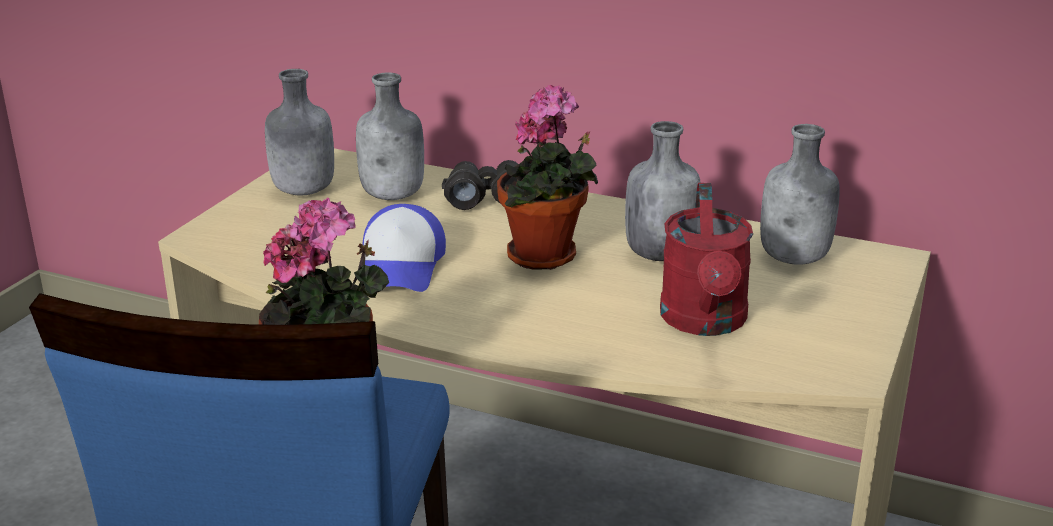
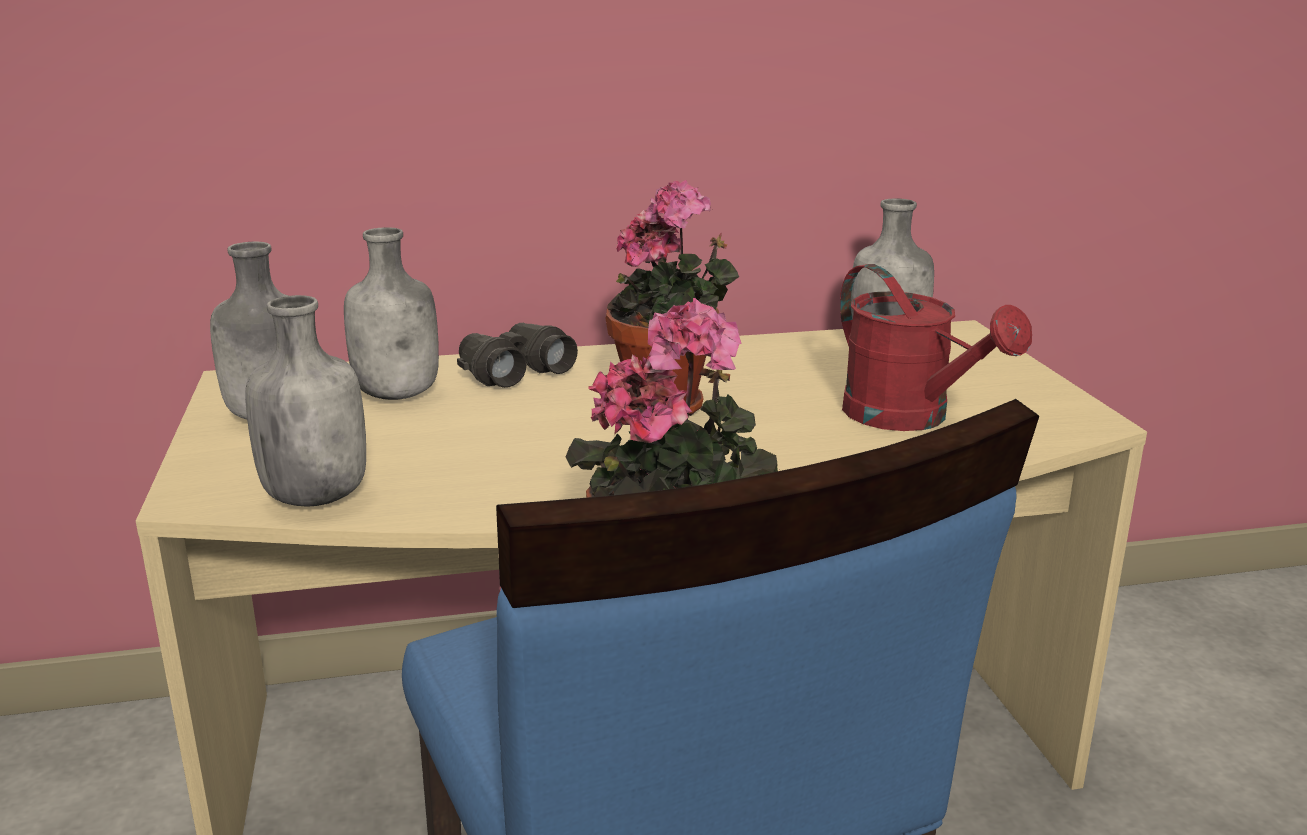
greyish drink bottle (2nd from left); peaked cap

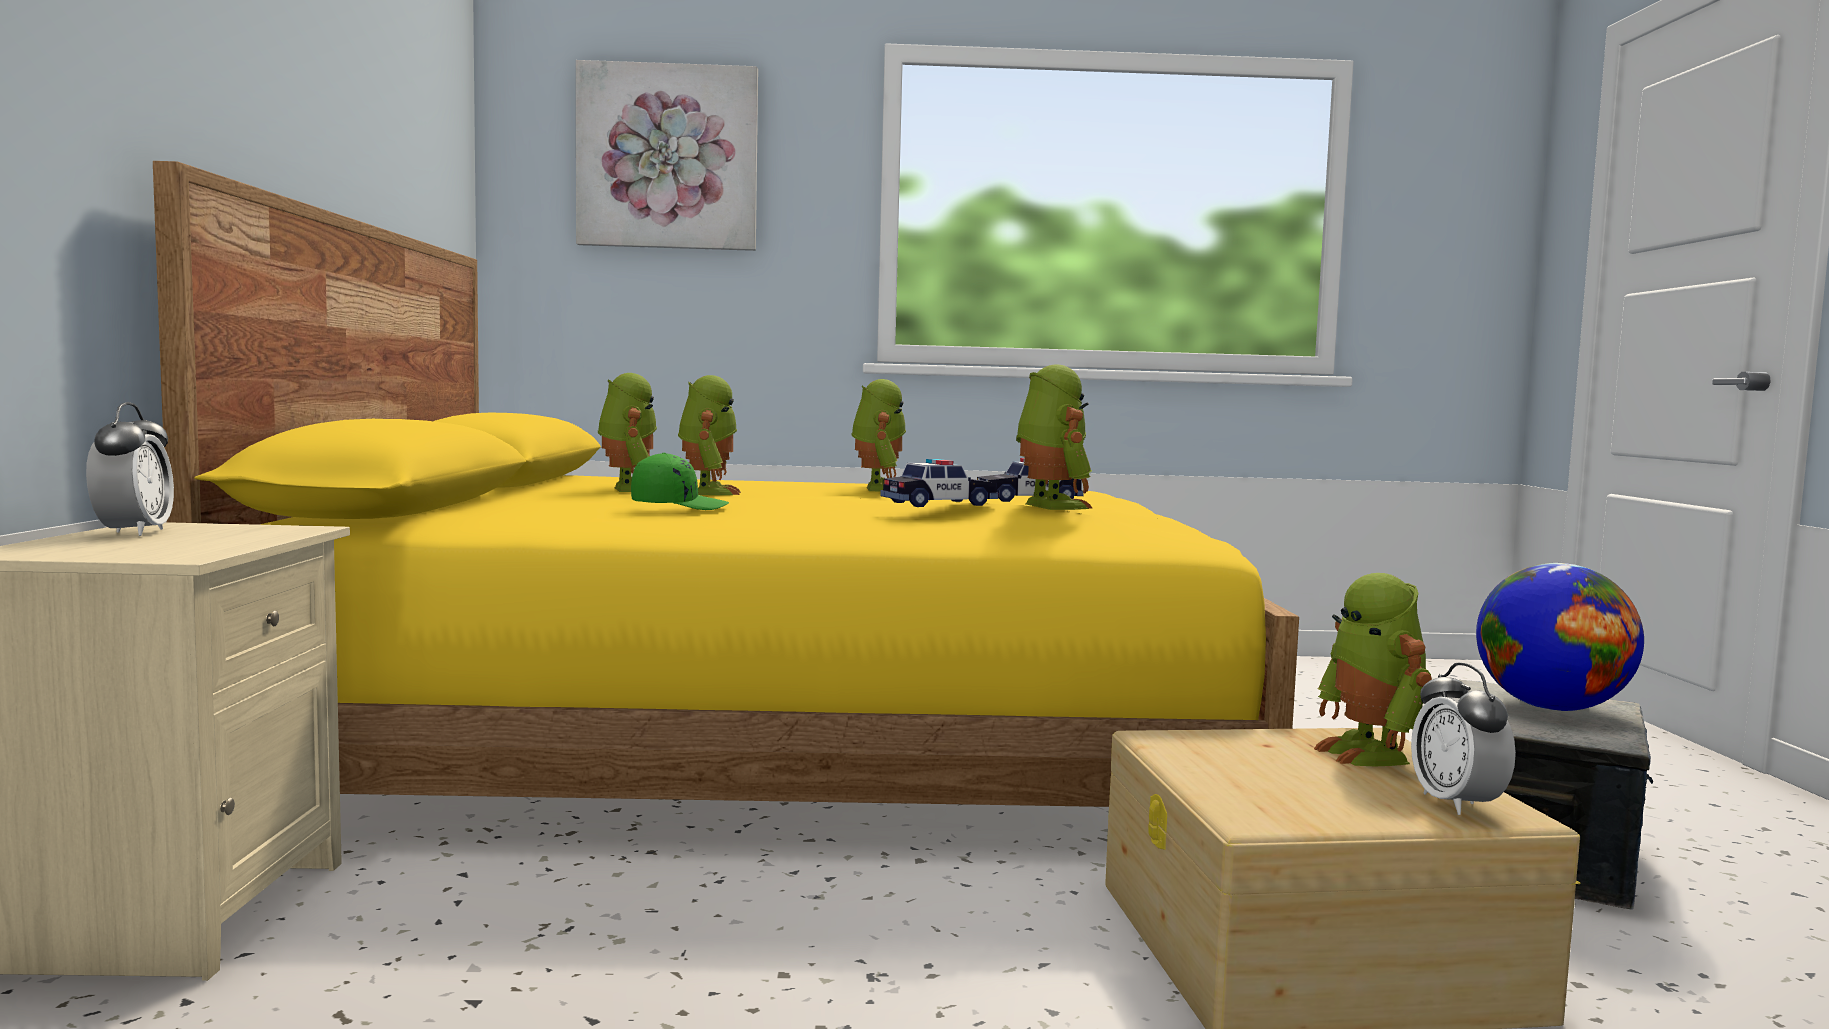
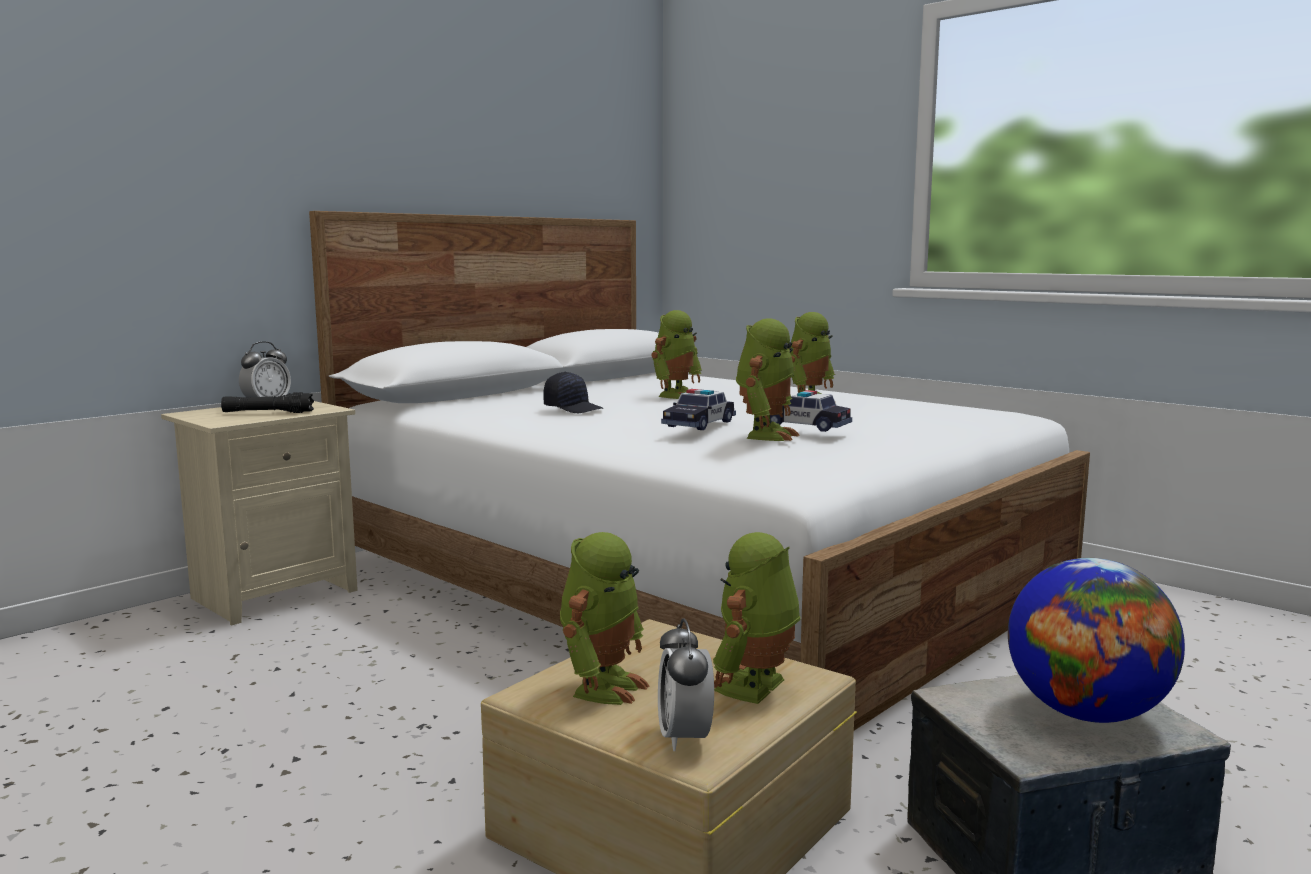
blackish flashlight; white bed; blackish peaked cap; model robot (1st from left); bedside clock (2nd from left); toy car (1st from left); wall picture

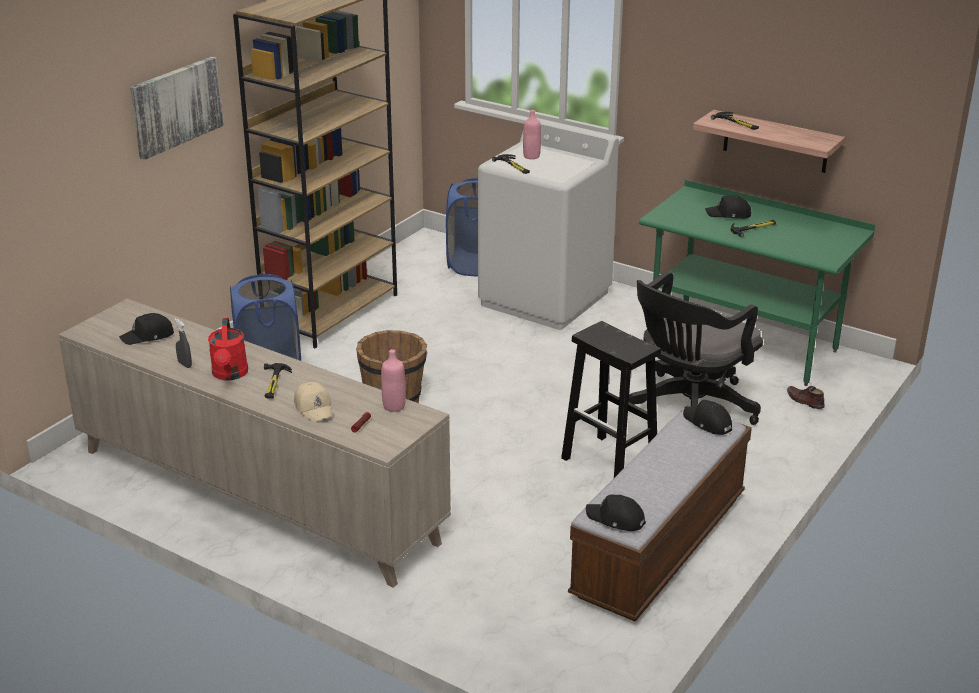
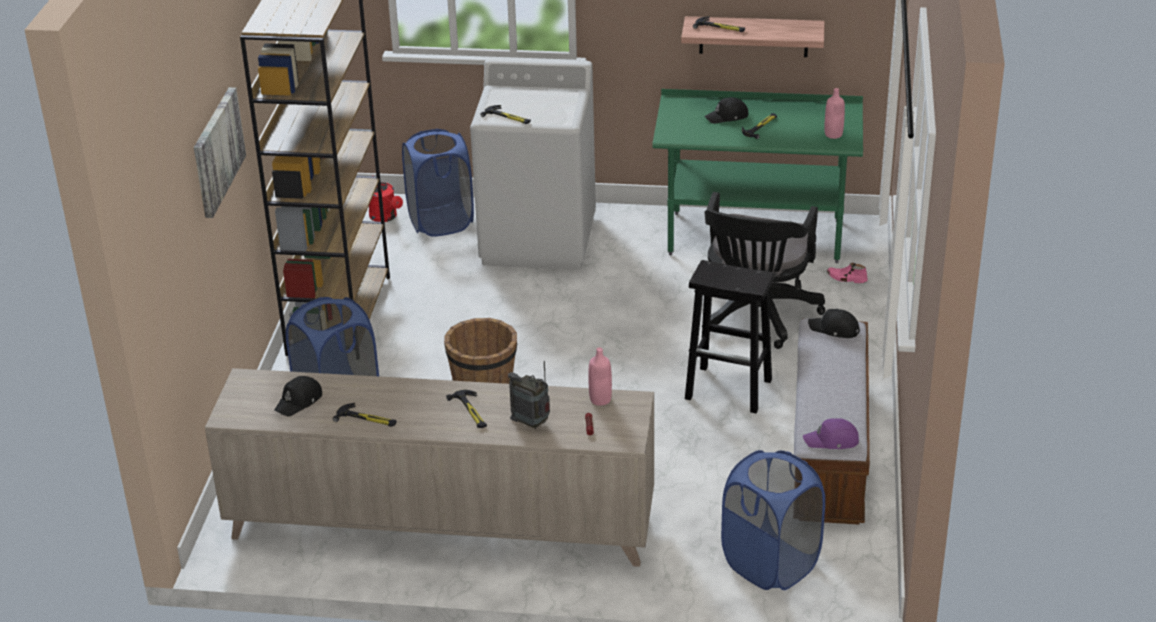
hammer (1st from left); reddish watering pot; radio; blue-coloured laundry basket (3rd from left); purplish peaked cap; pinkish drink bottle (2nd from left); pinkish shoe

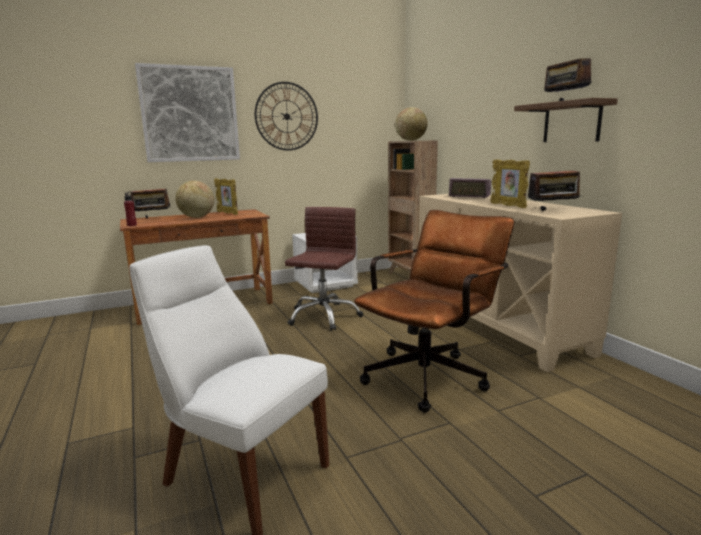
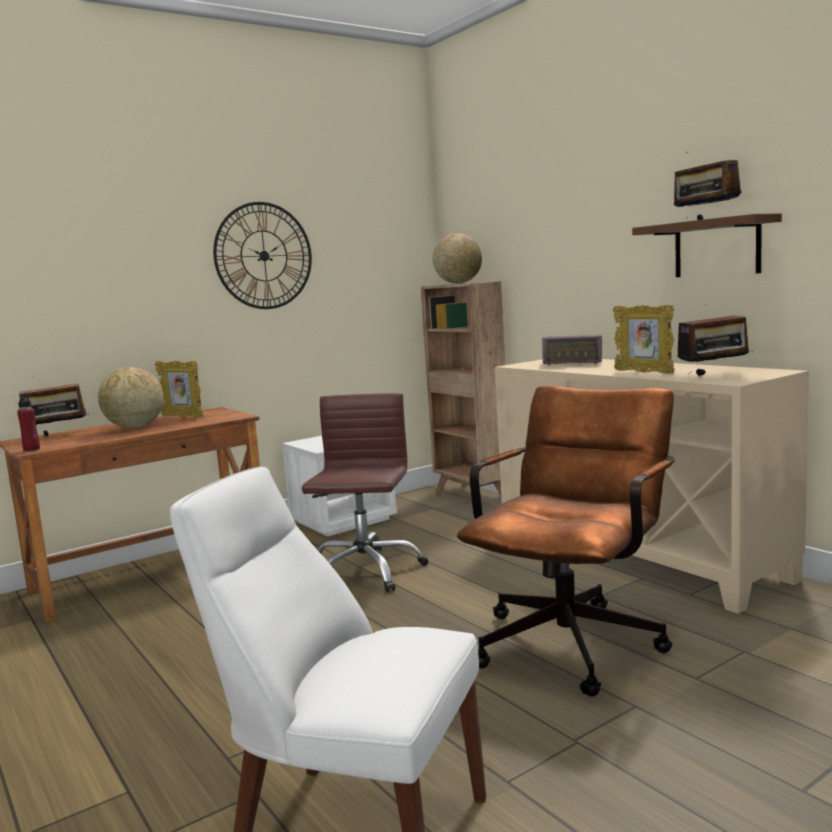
wall picture

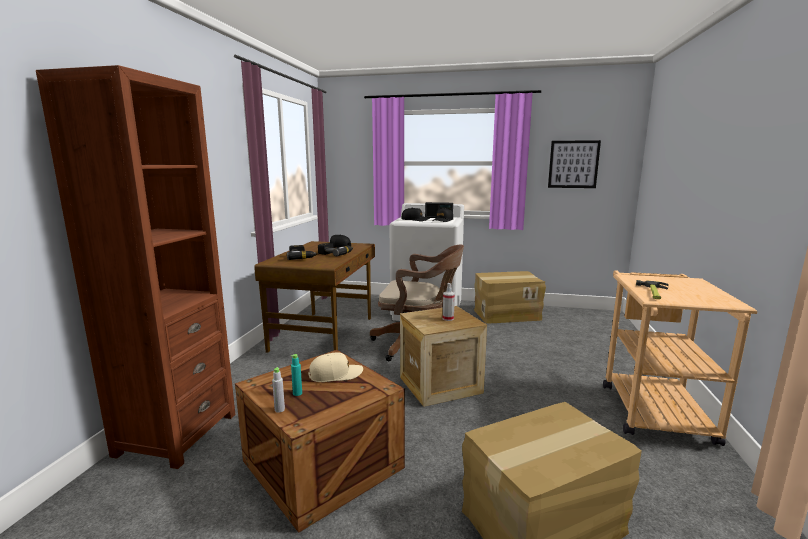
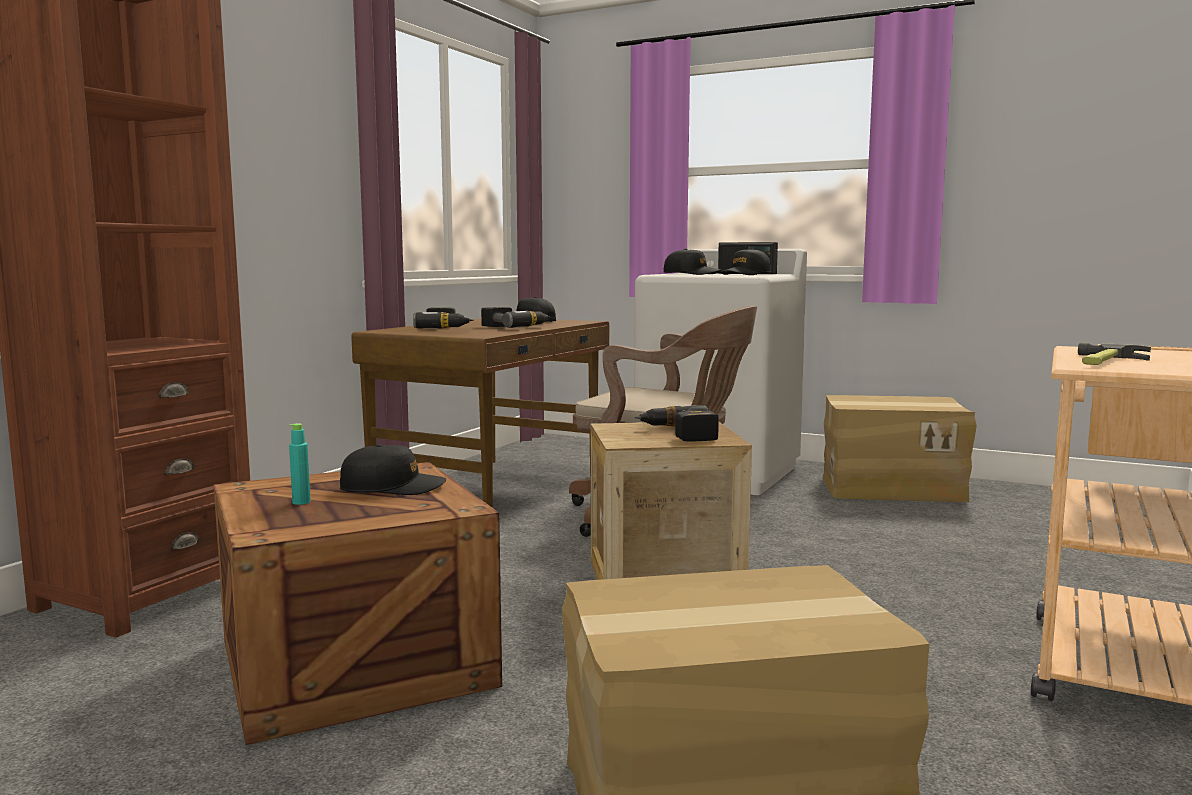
blackish peaked cap (1st from left); electric drill (3rd from left); greyish drink bottle; wall picture

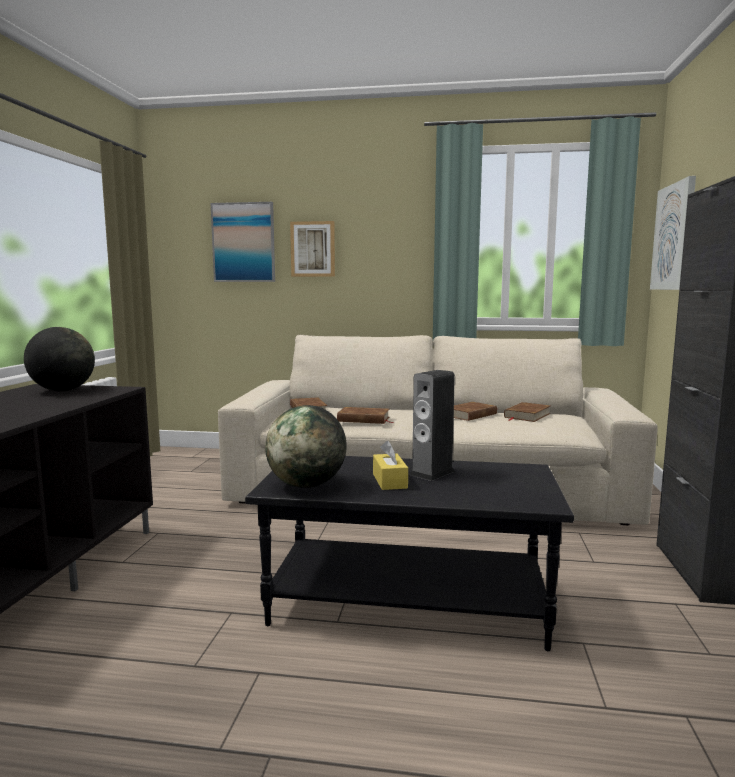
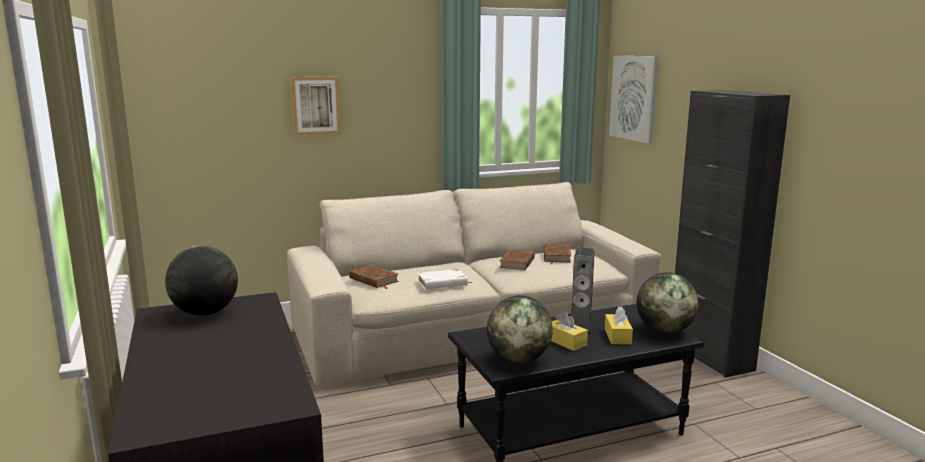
white book; yellow box of tissues (2nd from left); world globe (3rd from left); wall picture (1st from left in the first image)

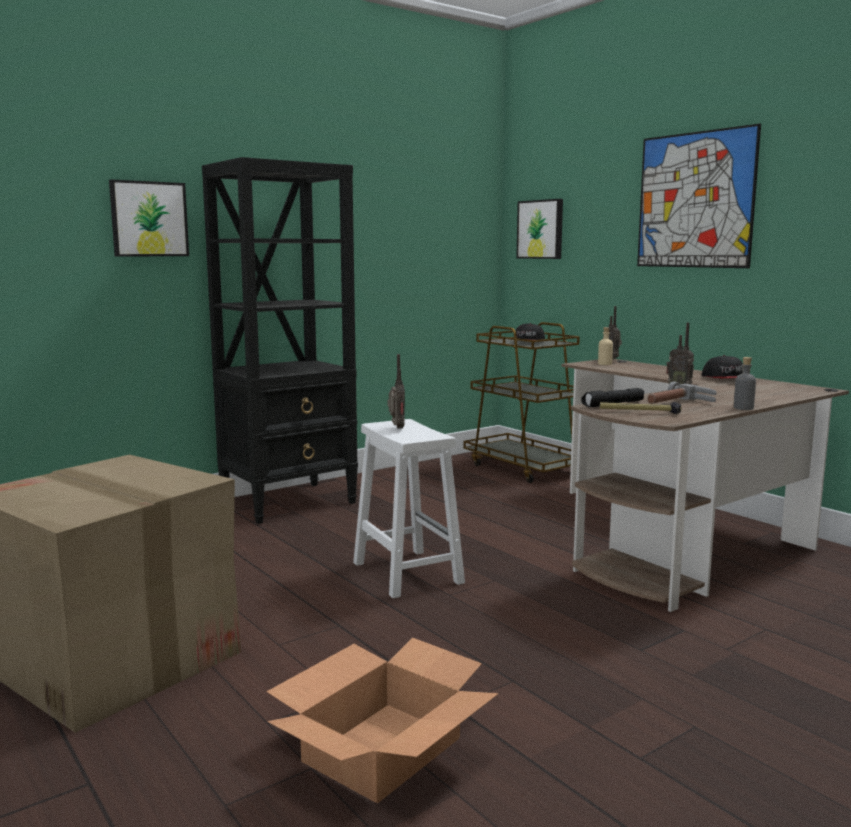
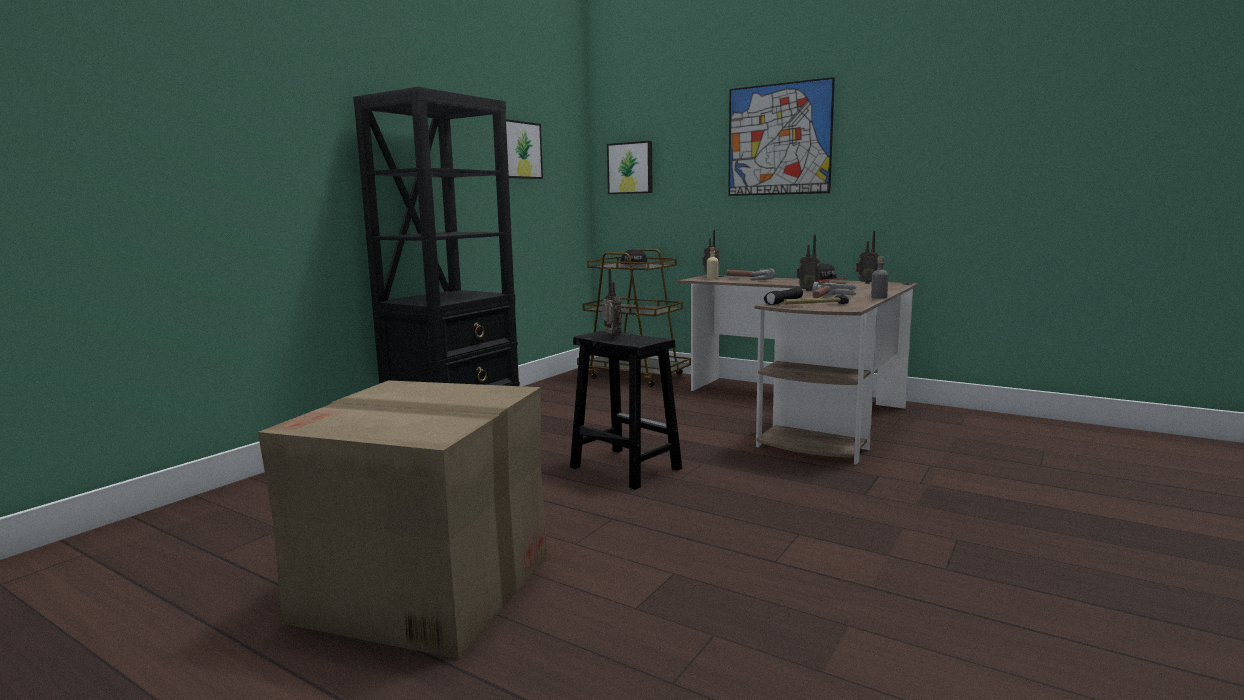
wall picture (1st from left); blackish stool; hammer (1st from left); radio (4th from left); packing box (2nd from left in the first image)

